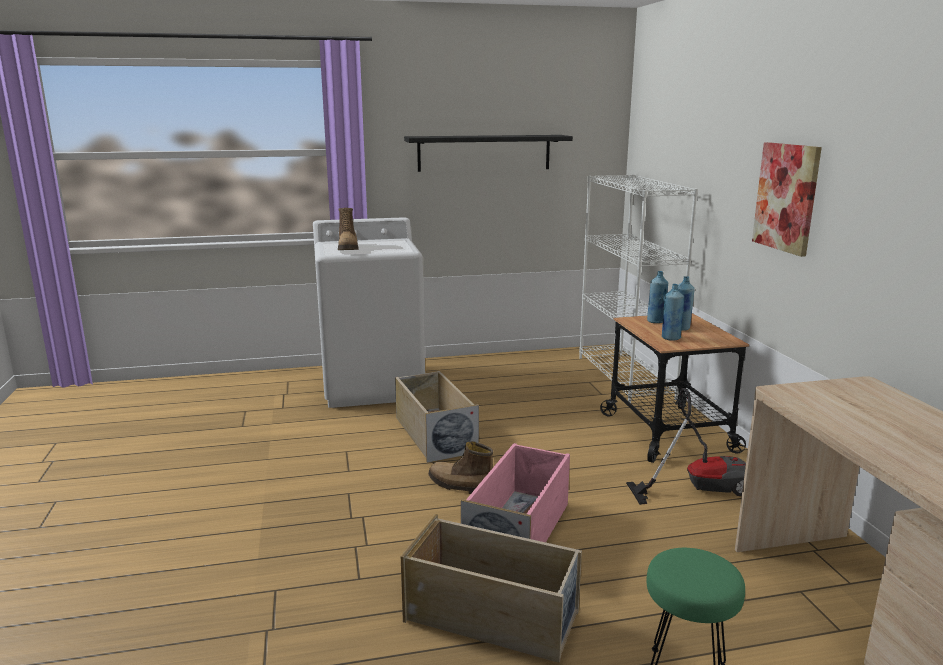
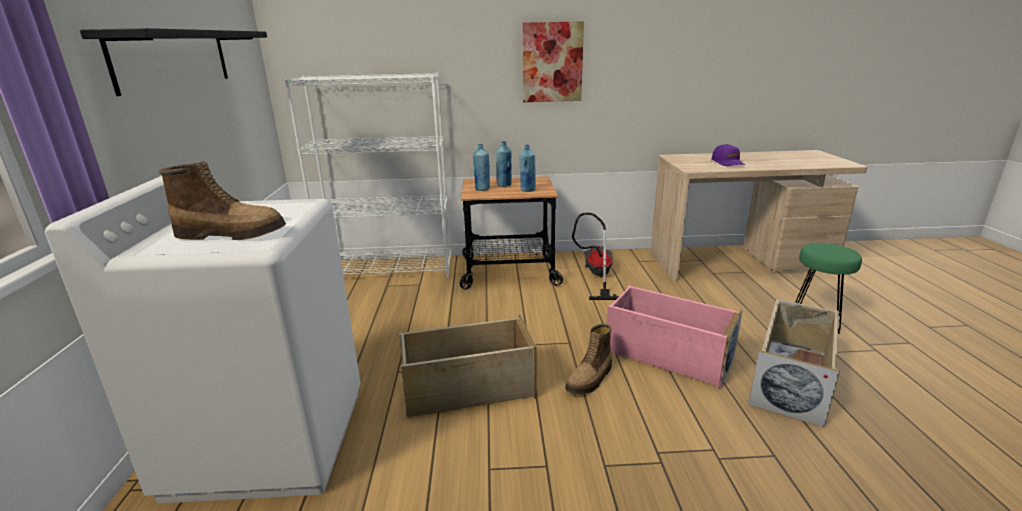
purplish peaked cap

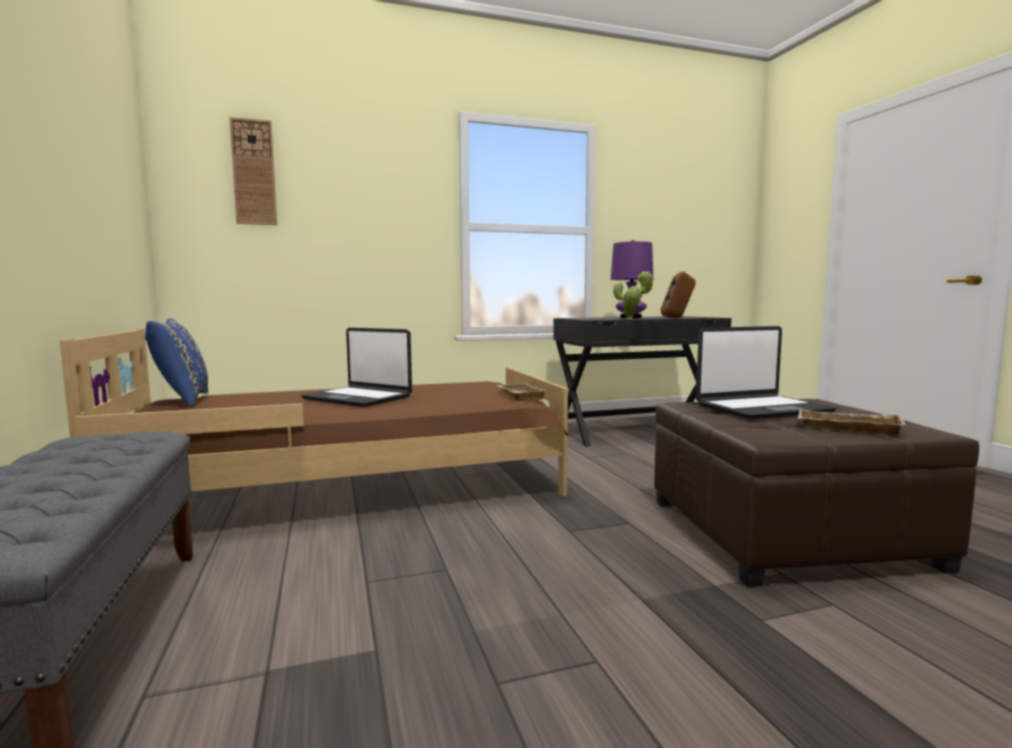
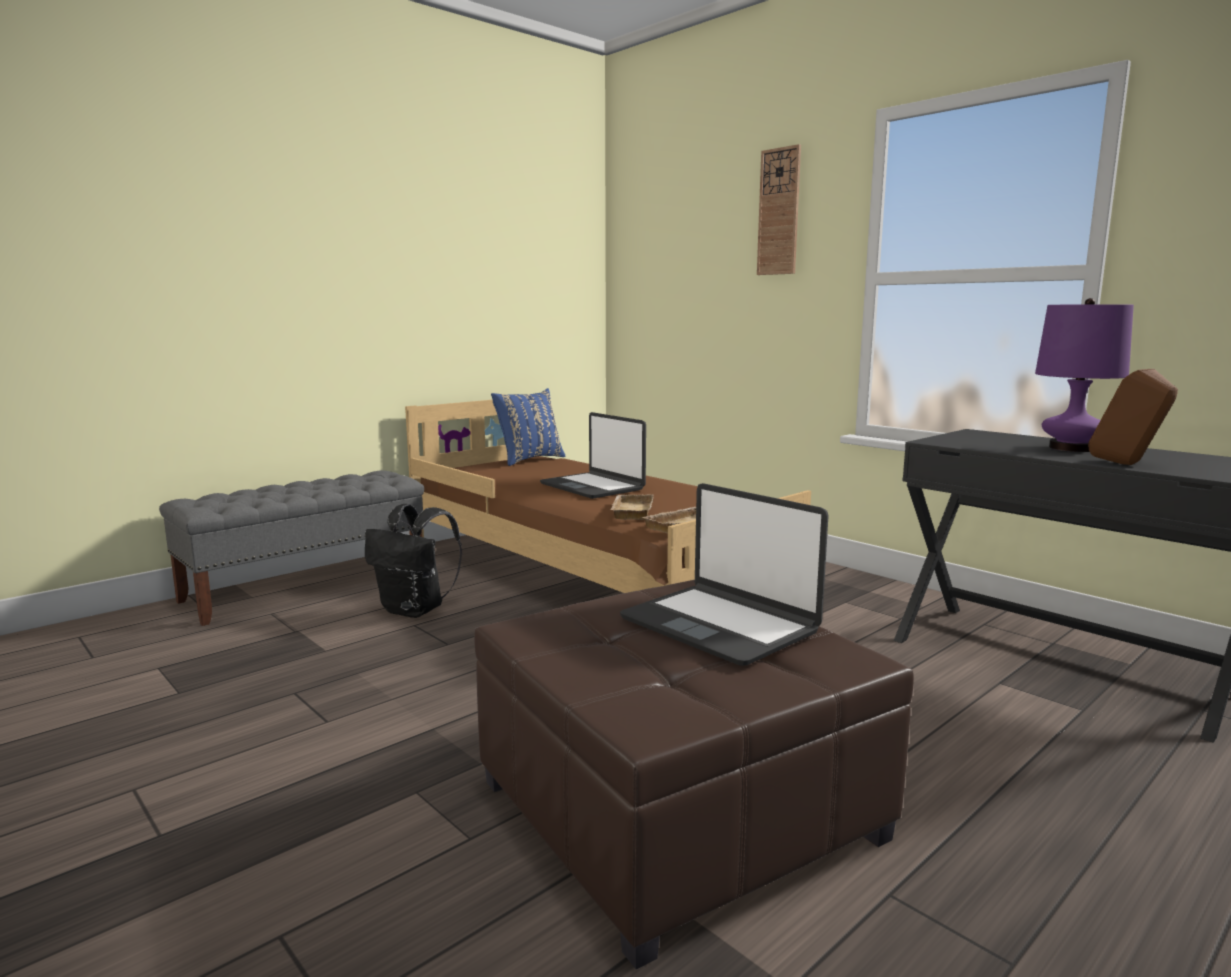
blackish knapsack; laptop (1st from left); beige-coloured carrying tray (1st from left); hanging clock; potted plant

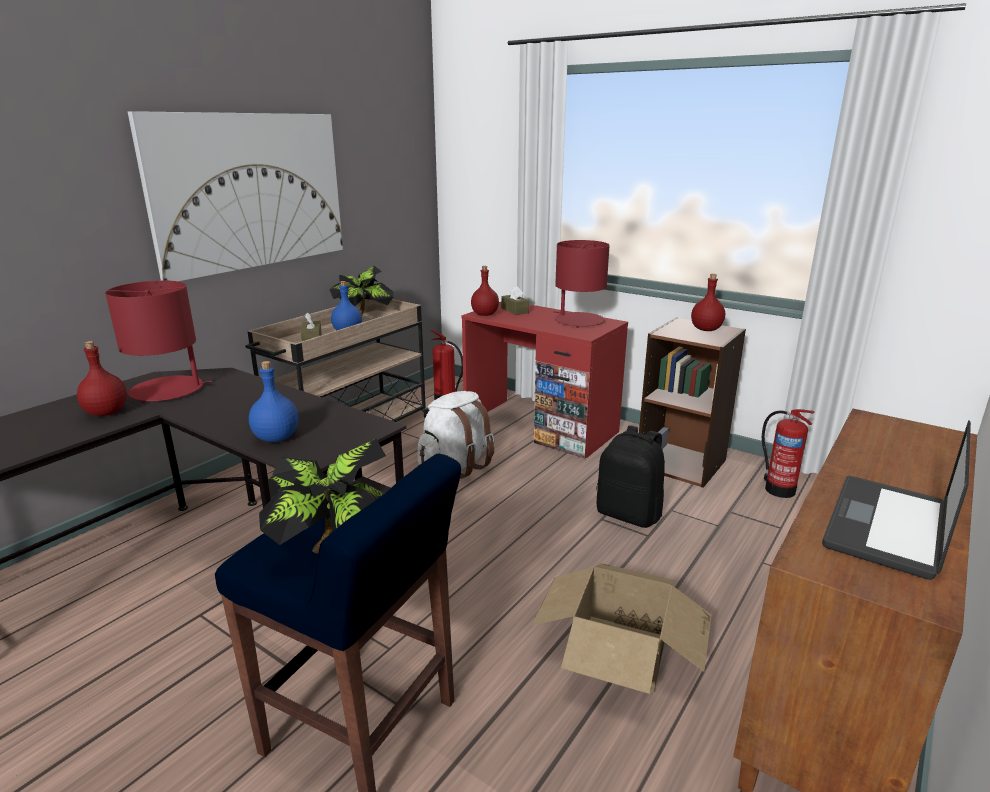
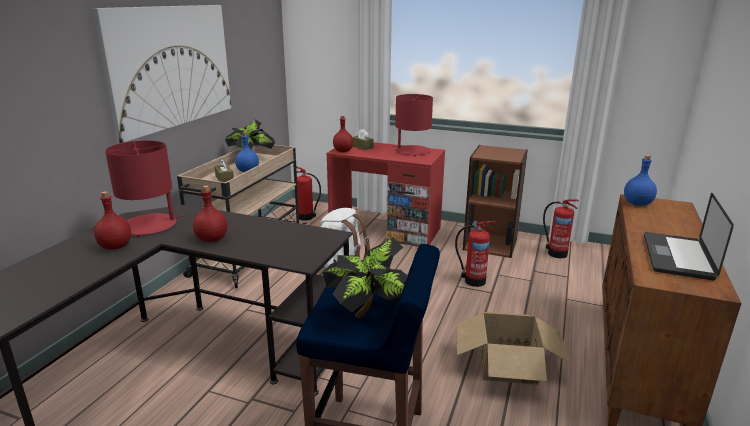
reddish drink bottle (2nd from left); fire-fighting cylinder (2nd from left); blue-coloured drink bottle (2nd from left)

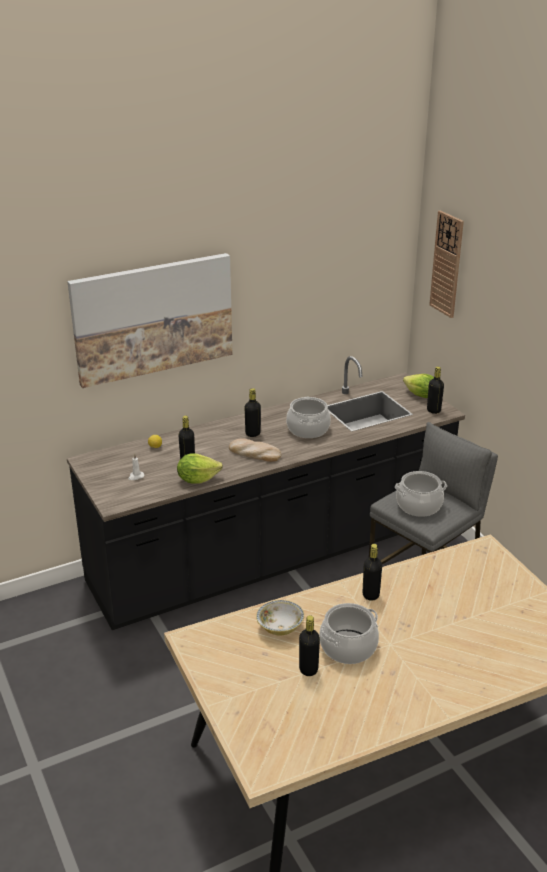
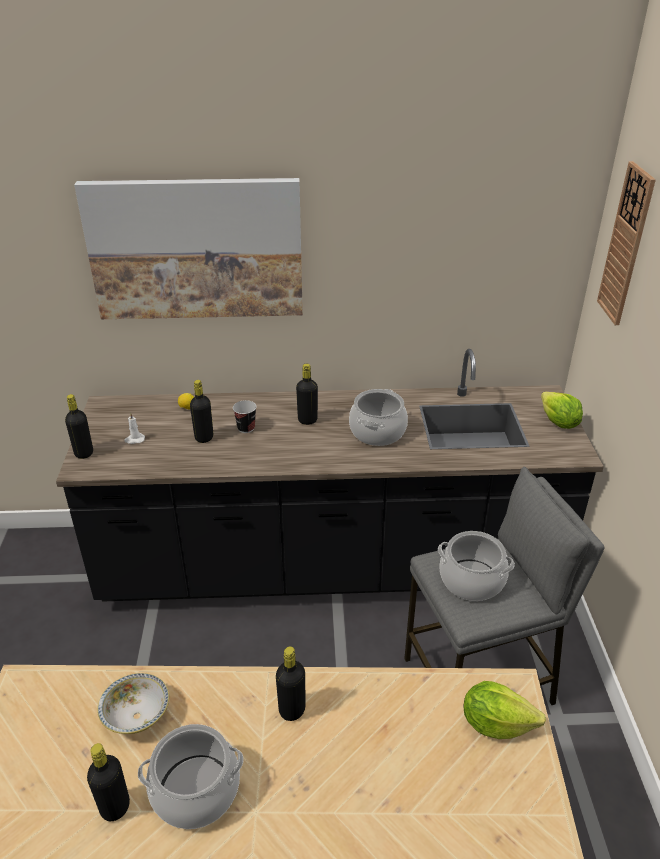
blackish drink bottle (1st from left); drinking cup; head of lettuce (1st from left); bakery bread

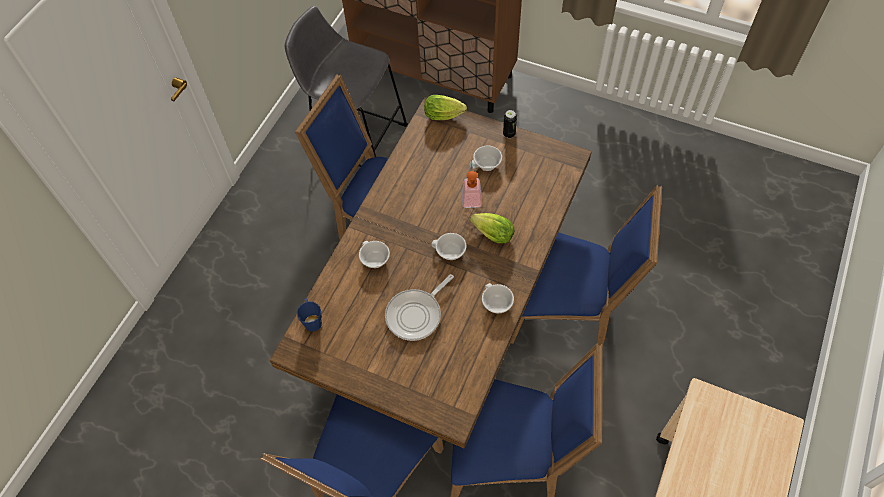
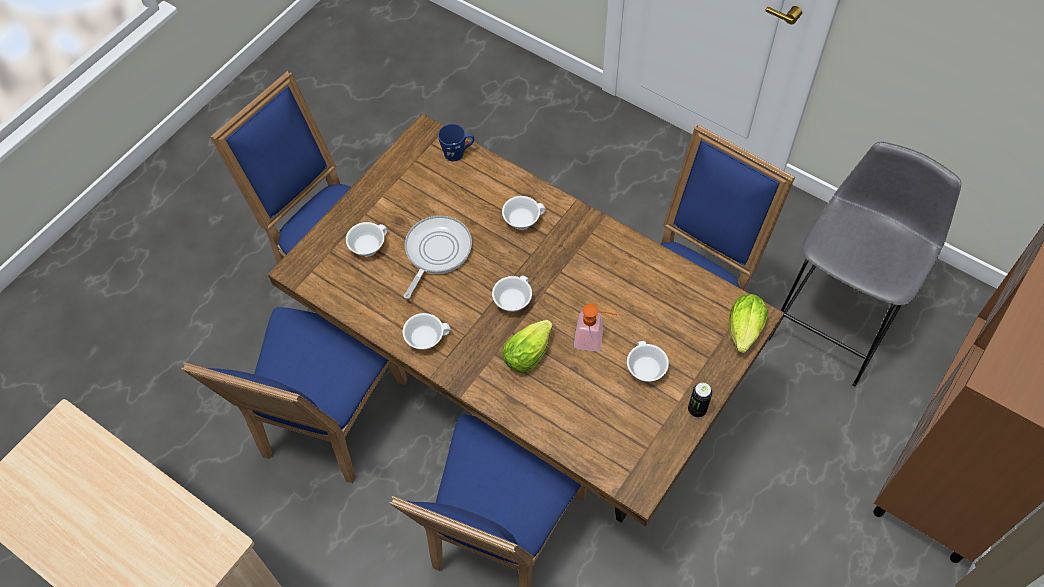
white drinking cup (1st from left); skillet

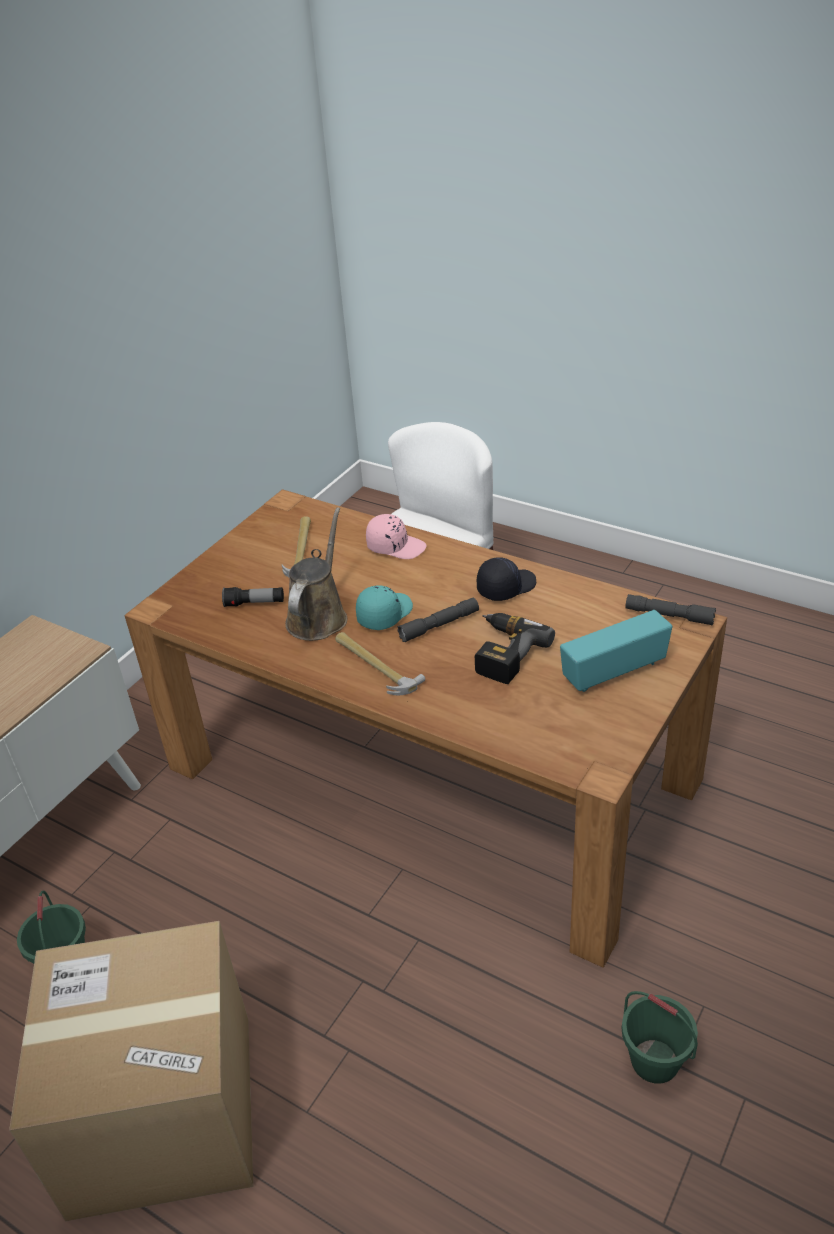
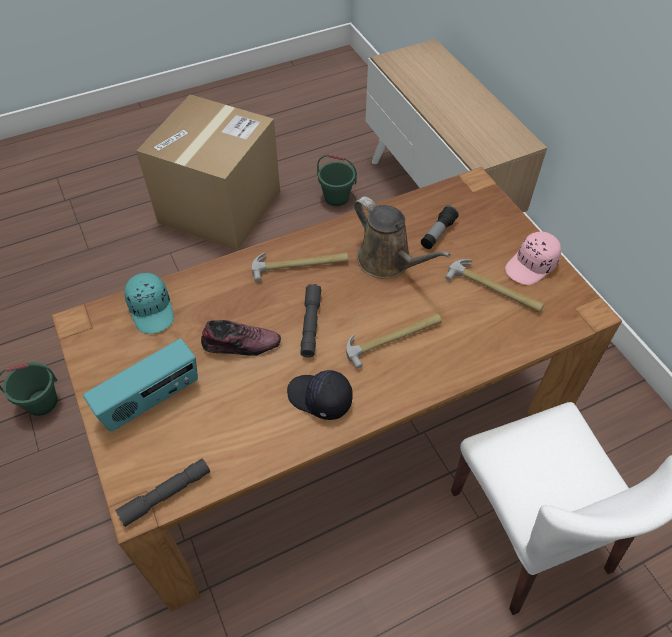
radio; blue-green peaked cap; shoe; blackish peaked cap; hammer (2nd from left); pinkish peaked cap

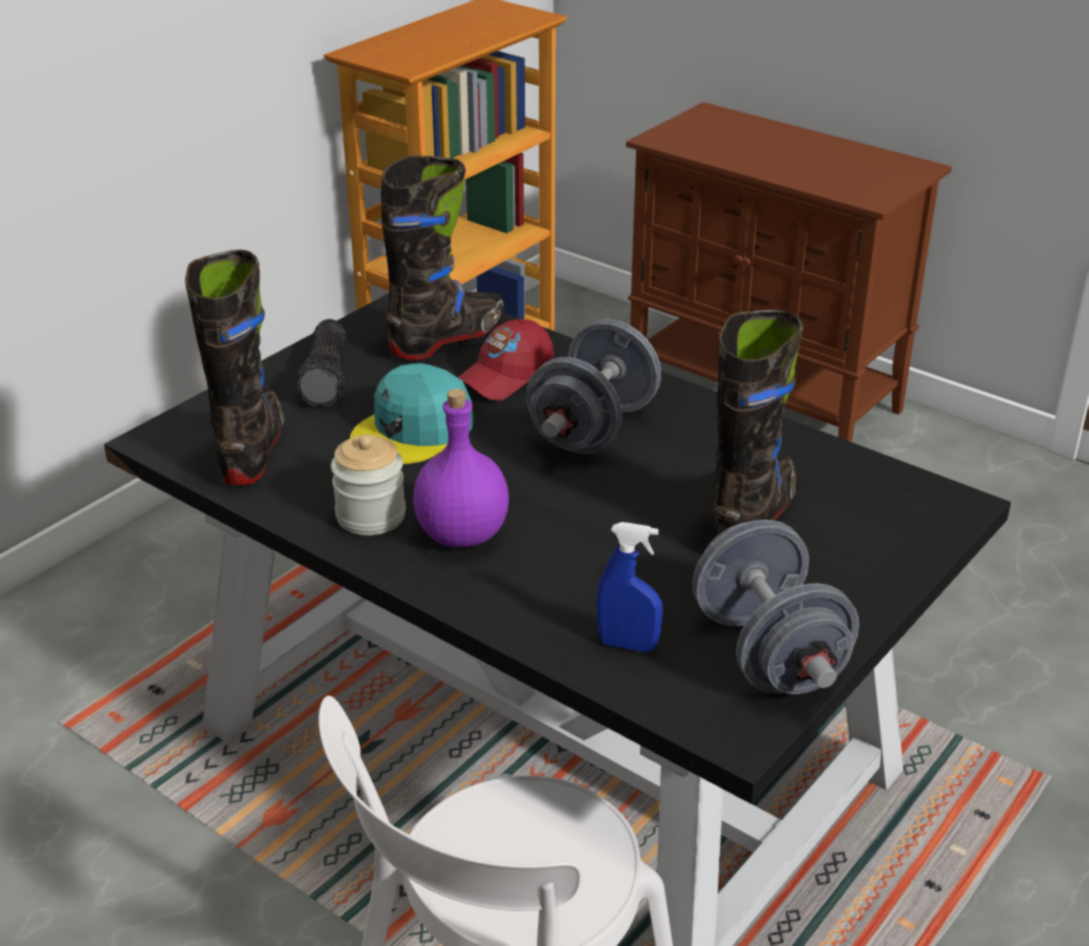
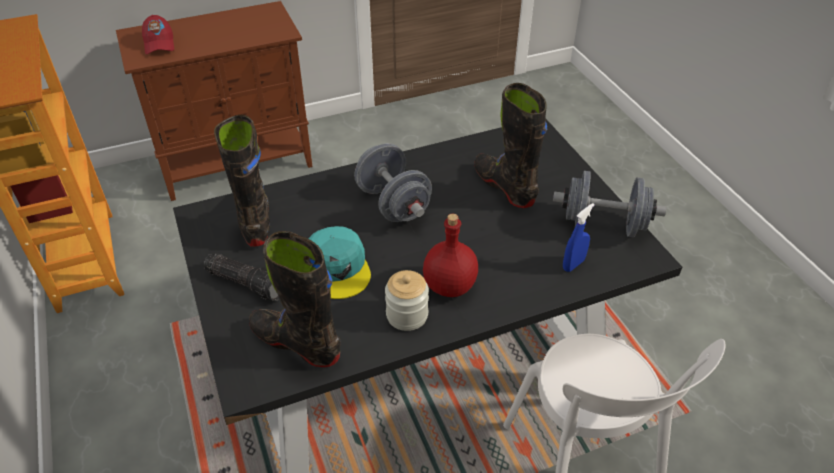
reddish peaked cap; reddish drink bottle

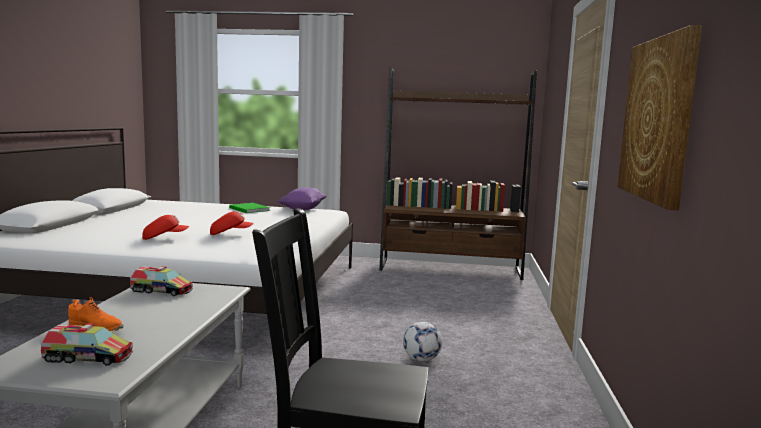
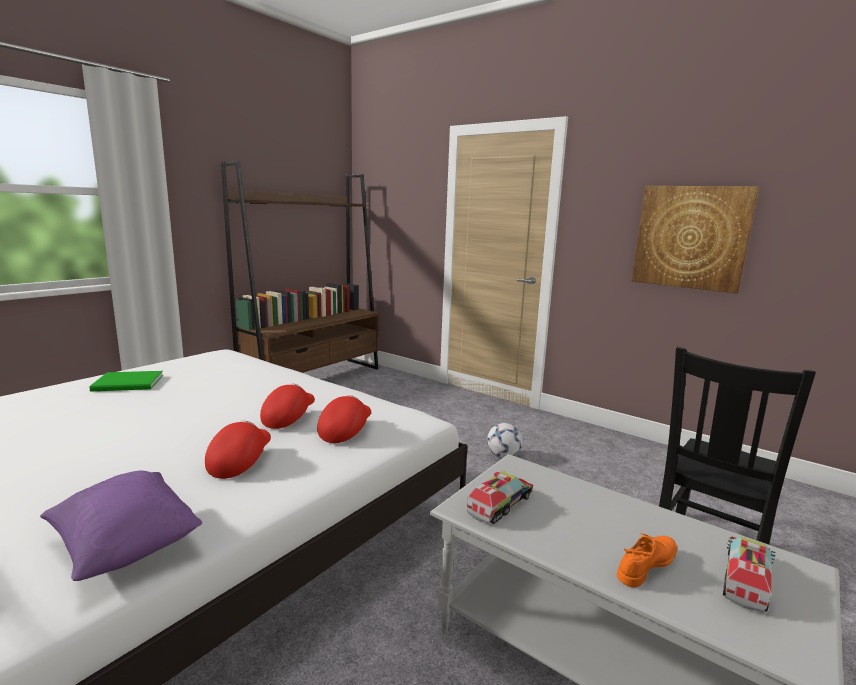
purplish cushion; reddish peaked cap (3rd from left)

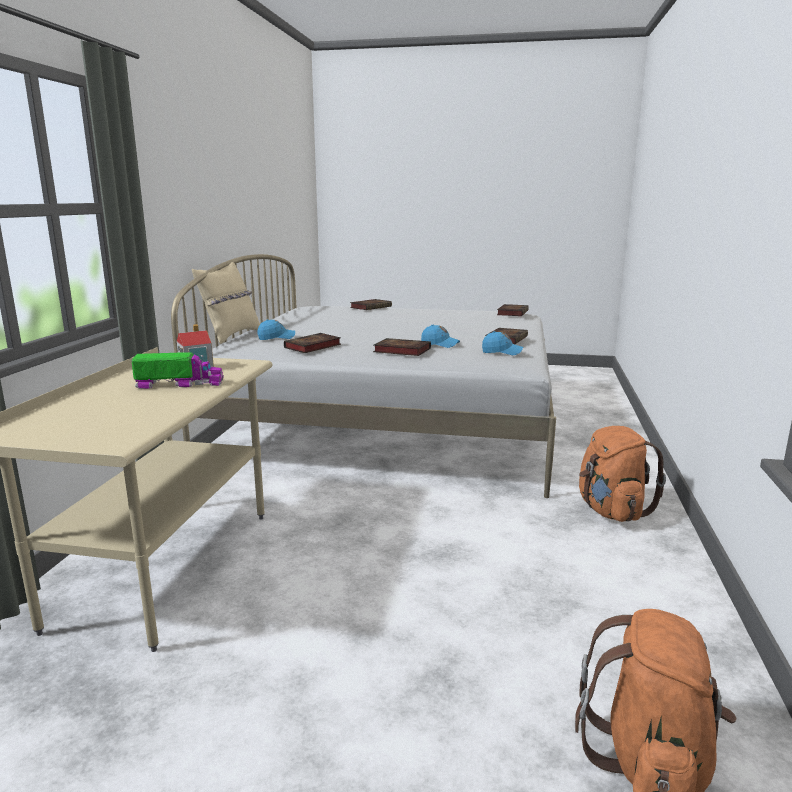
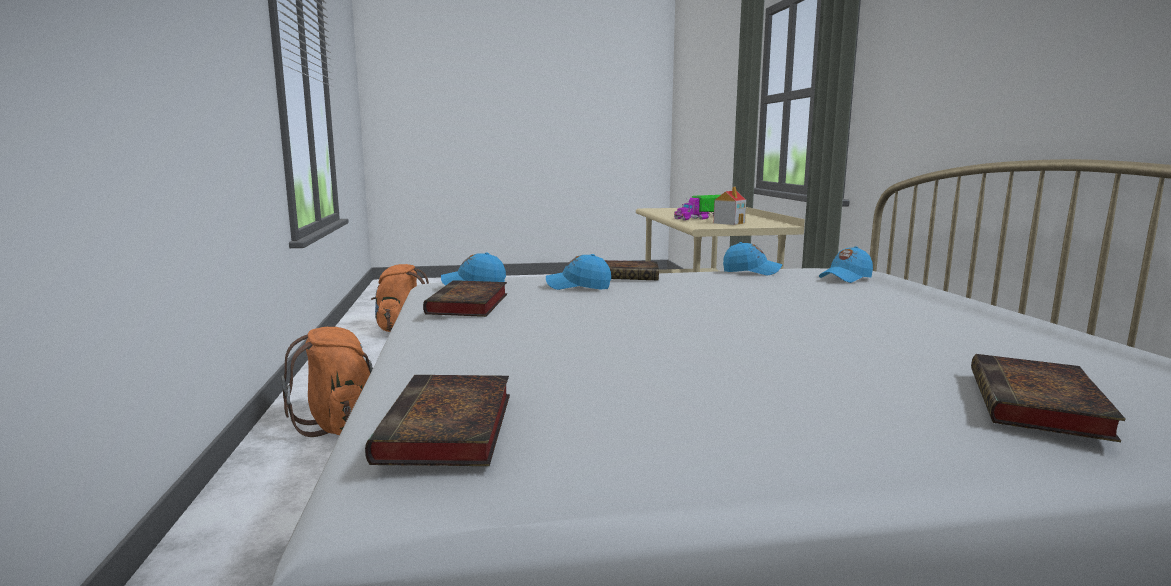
blue-coloured peaked cap (3rd from left); beige-coloured cushion

